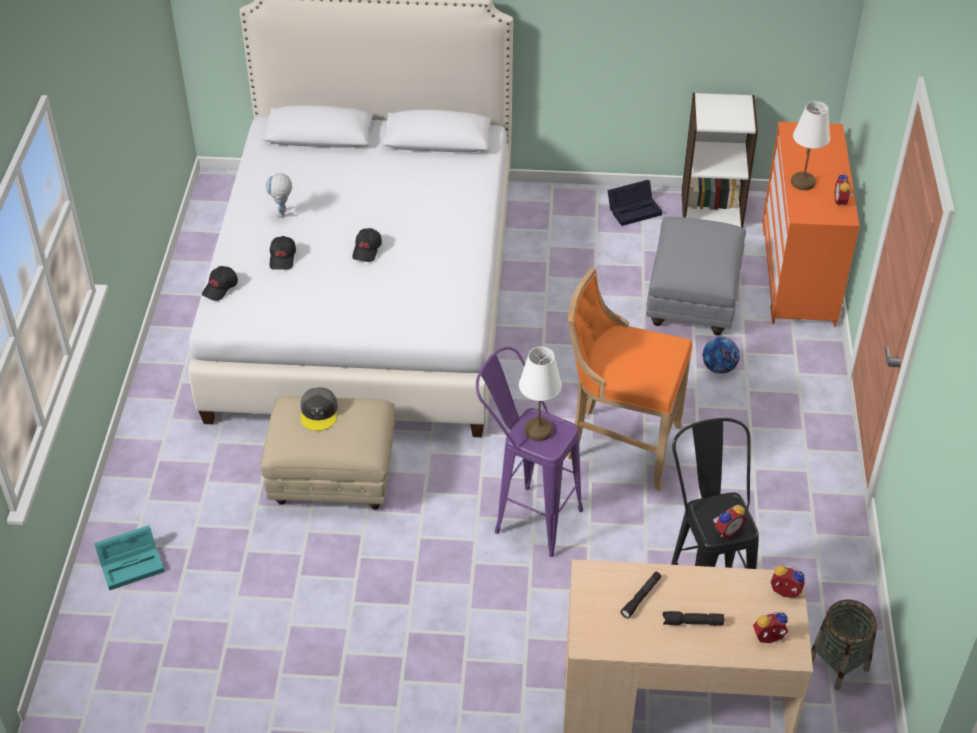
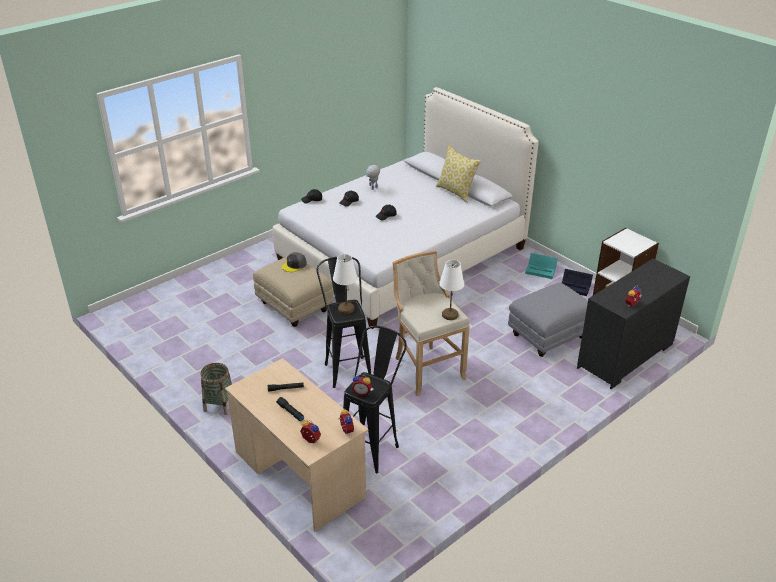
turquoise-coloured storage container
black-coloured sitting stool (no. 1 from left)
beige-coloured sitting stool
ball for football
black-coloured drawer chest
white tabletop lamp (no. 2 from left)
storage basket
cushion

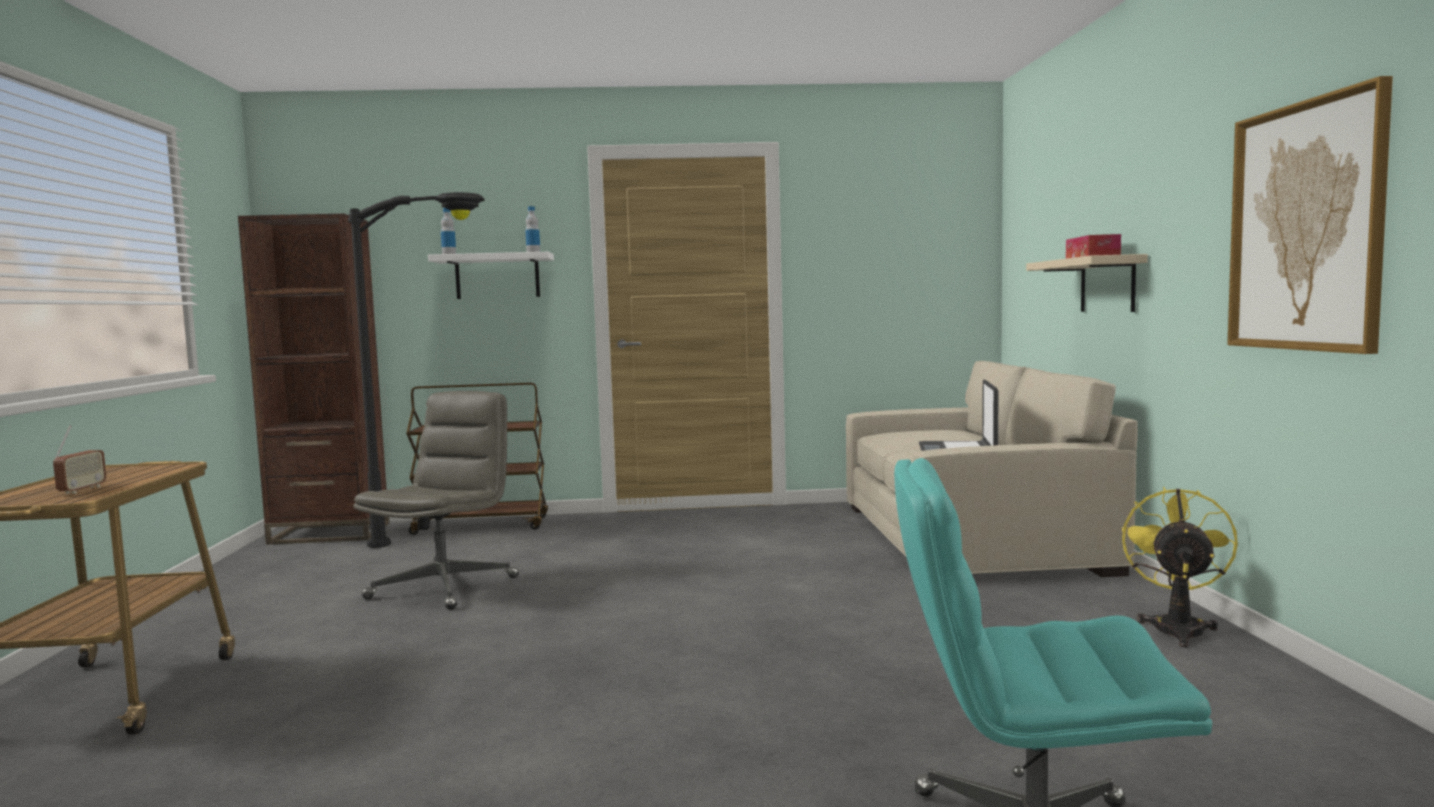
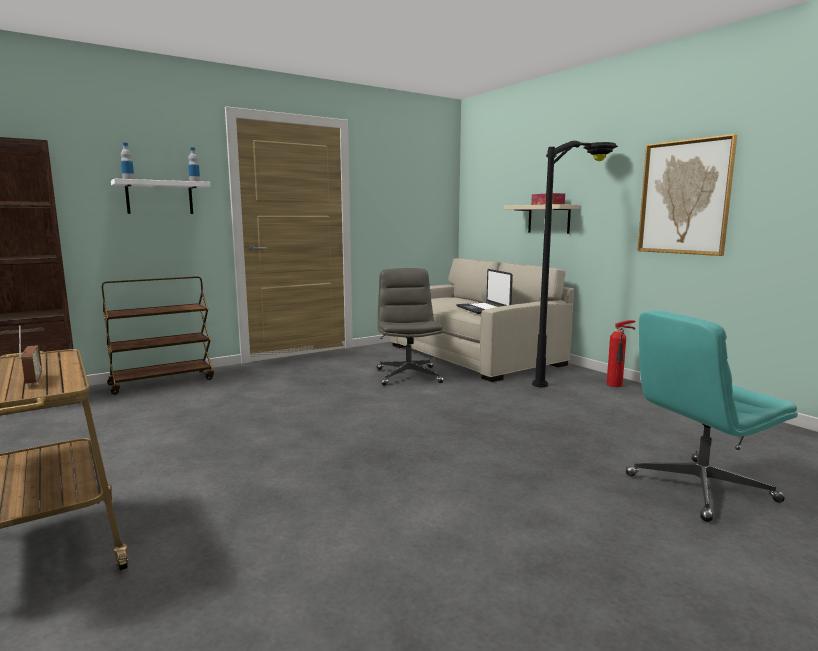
black-coloured standard lamp
greyish desk chair
fire-fighting cylinder

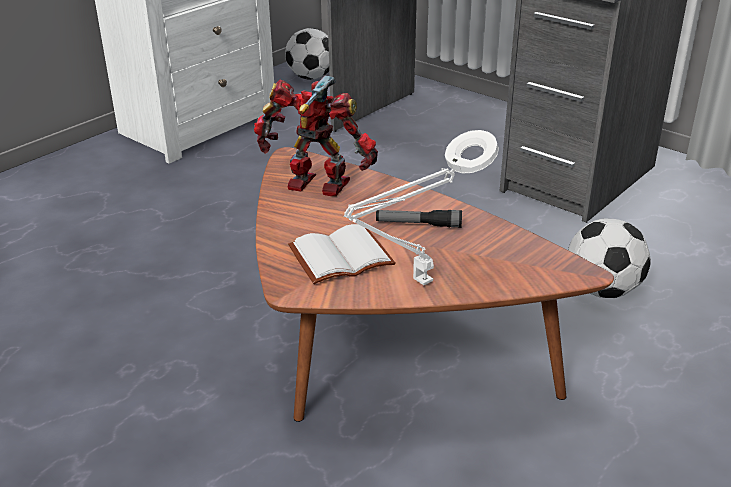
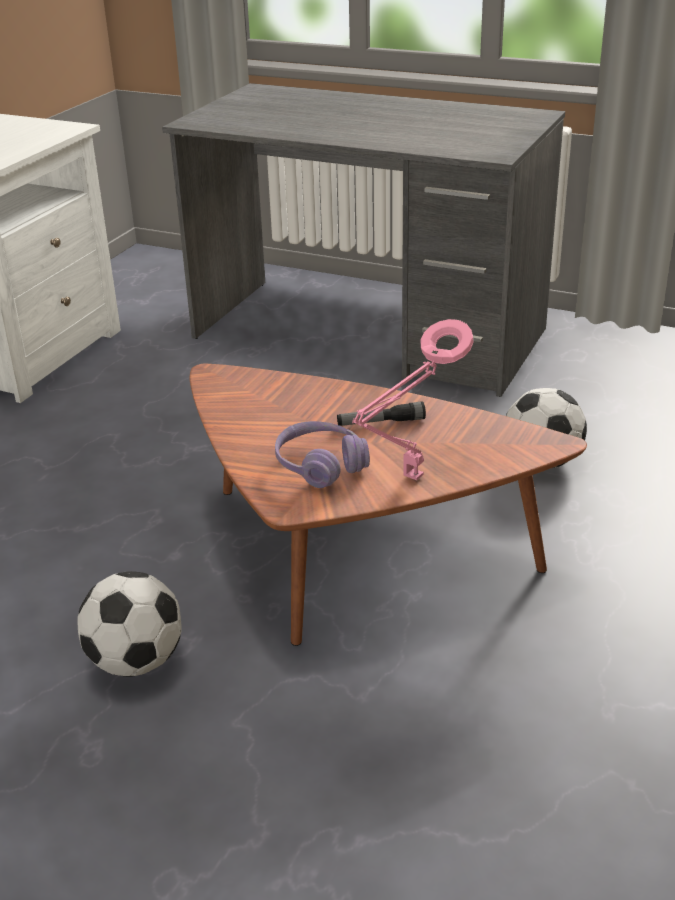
robot figure
ball for football (no. 1 from left)
purplish headset
pink-coloured tabletop lamp

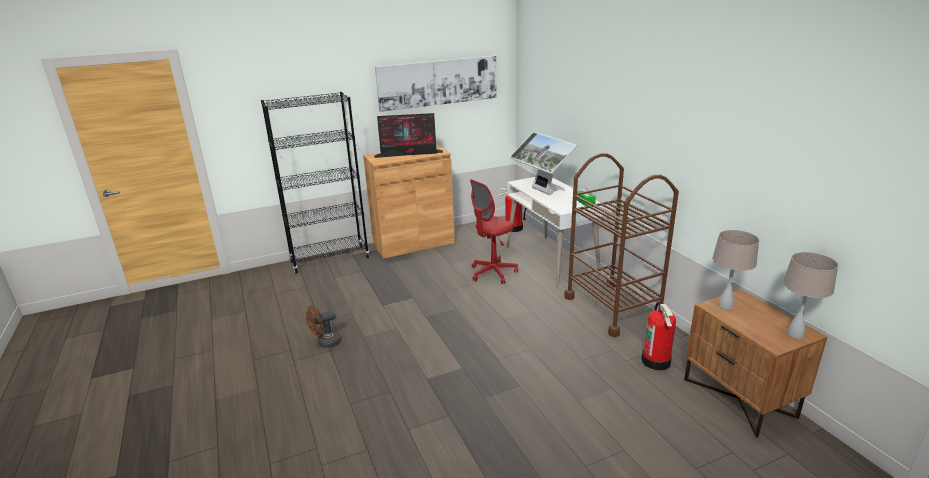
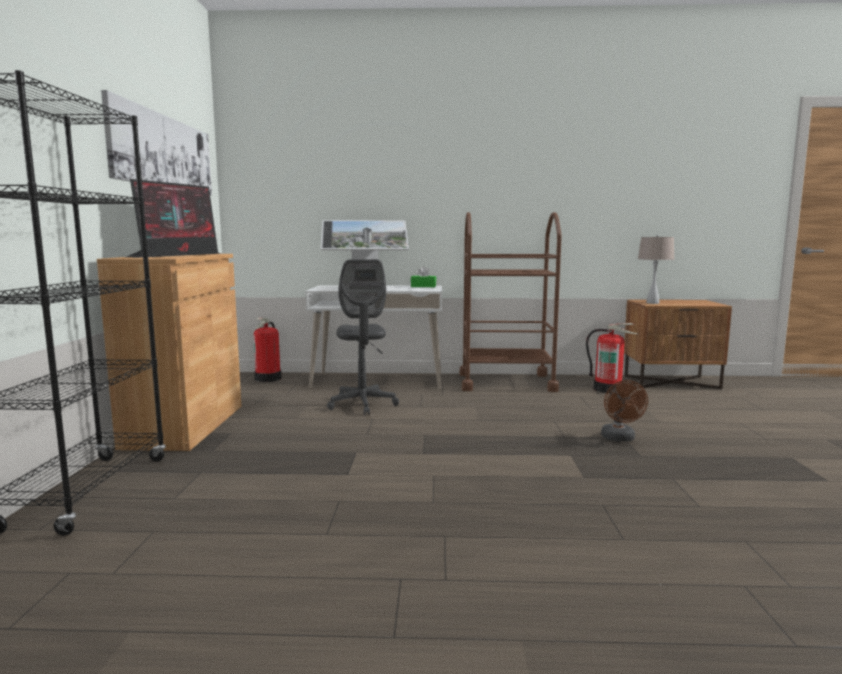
brown electric fan
greyish desk chair
beige-coloured tabletop lamp (no. 2 from left in the first image)

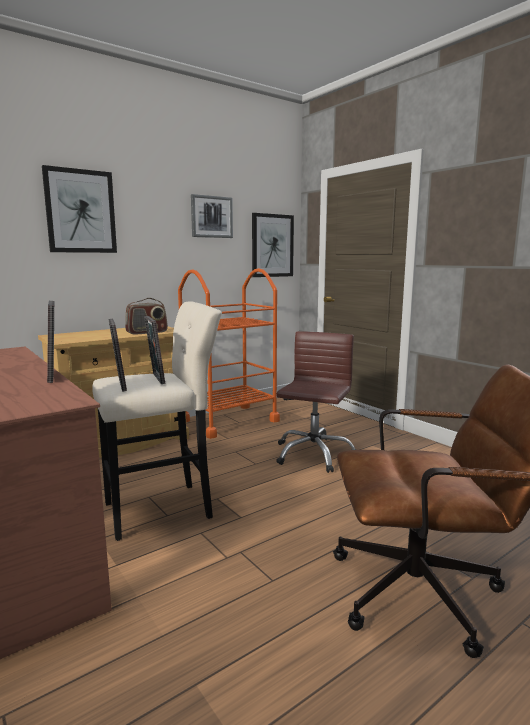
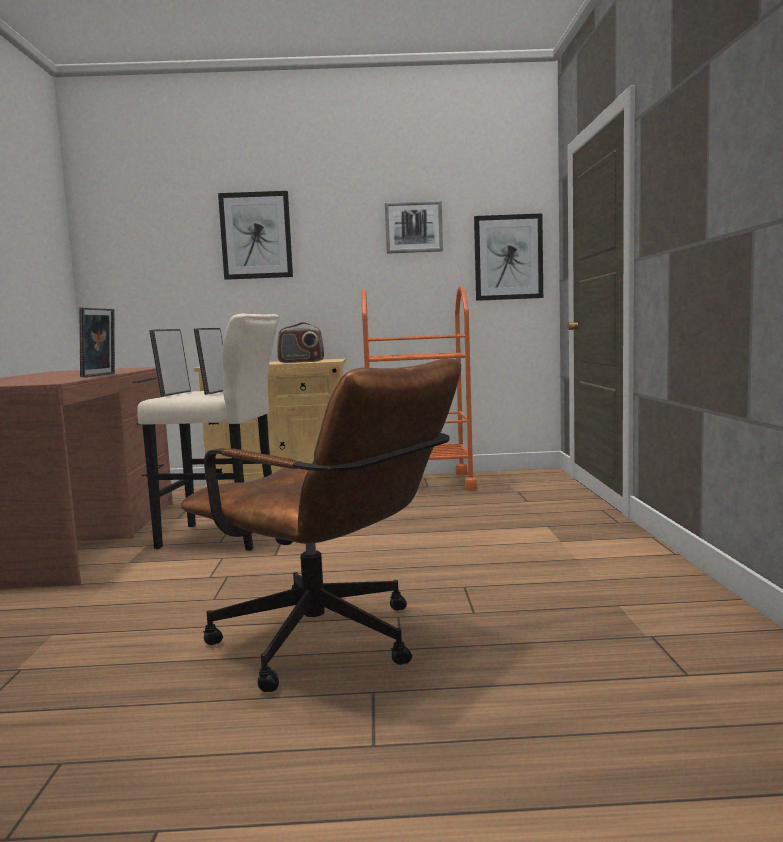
brown desk chair (no. 1 from left in the first image)

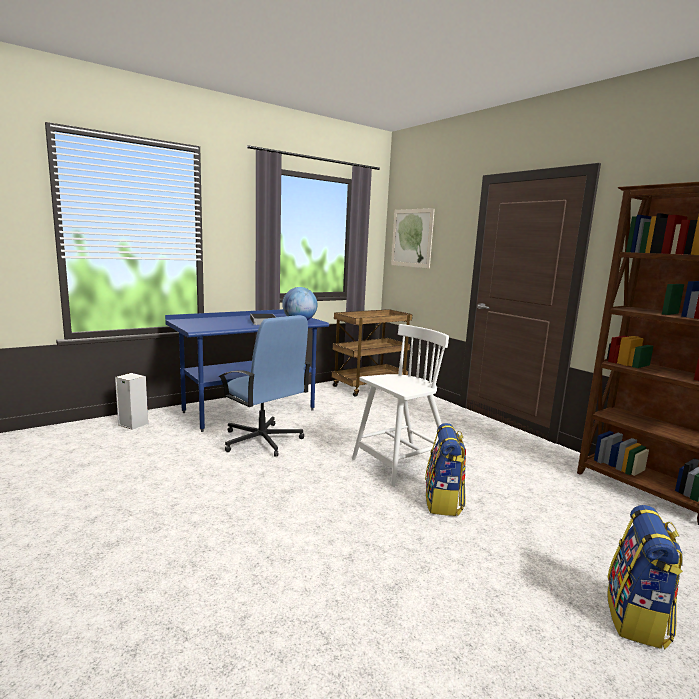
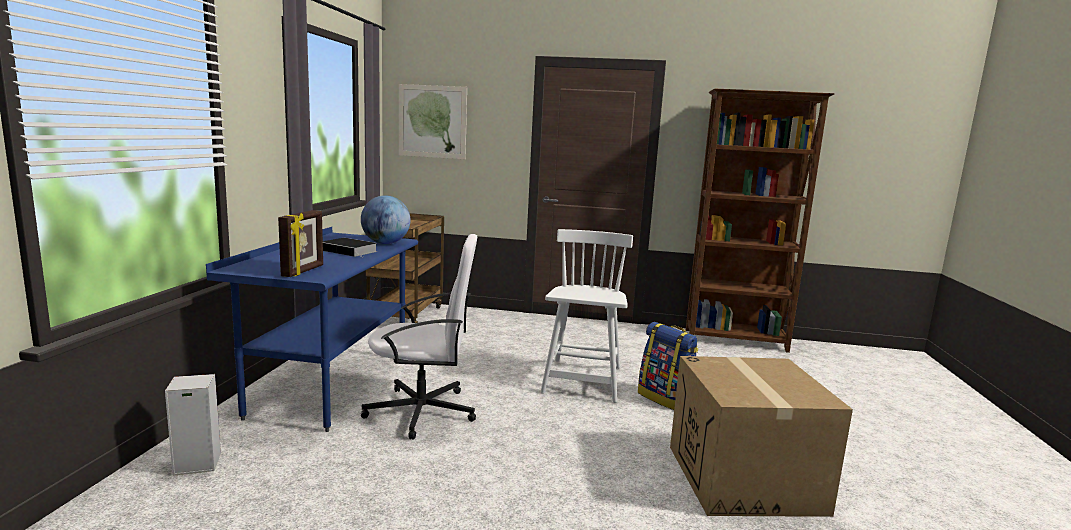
white desk chair
backpack (no. 2 from left in the first image)
standing frame
cardboard box

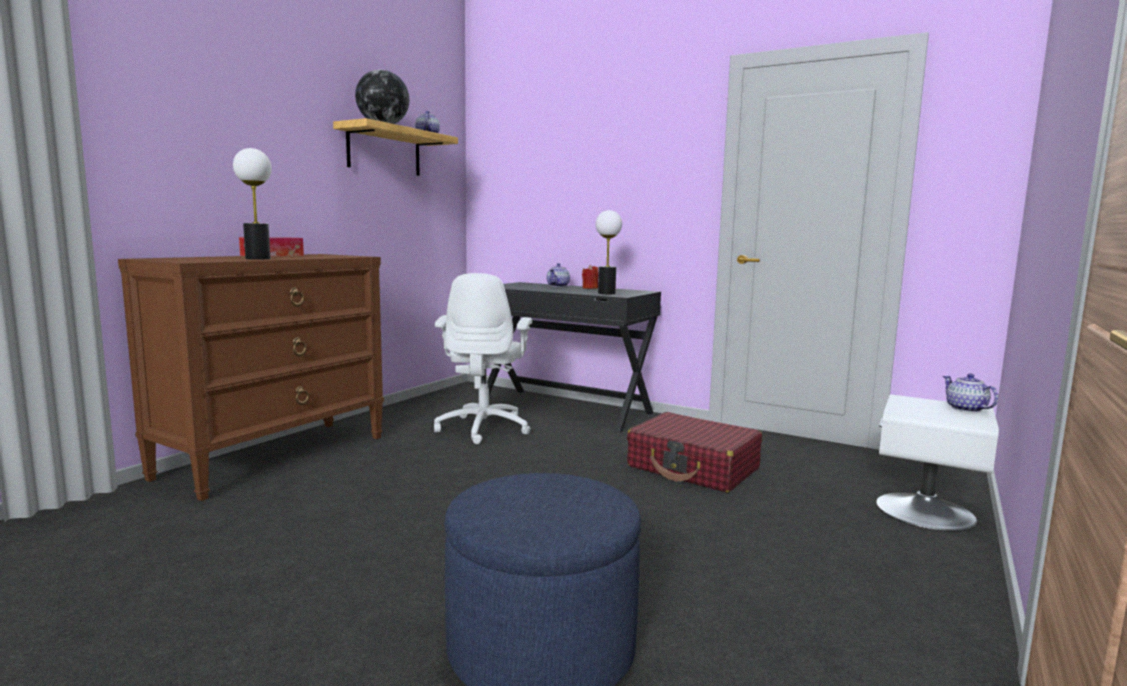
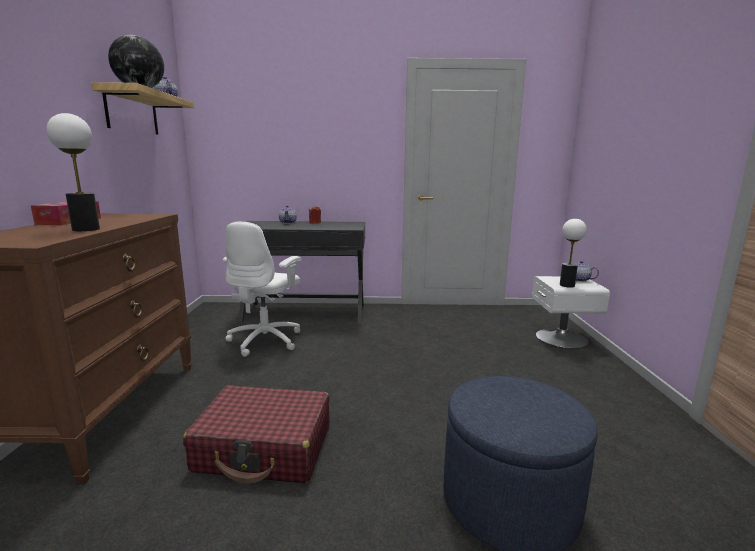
white desk chair
tabletop lamp (no. 2 from left)
red suitcase

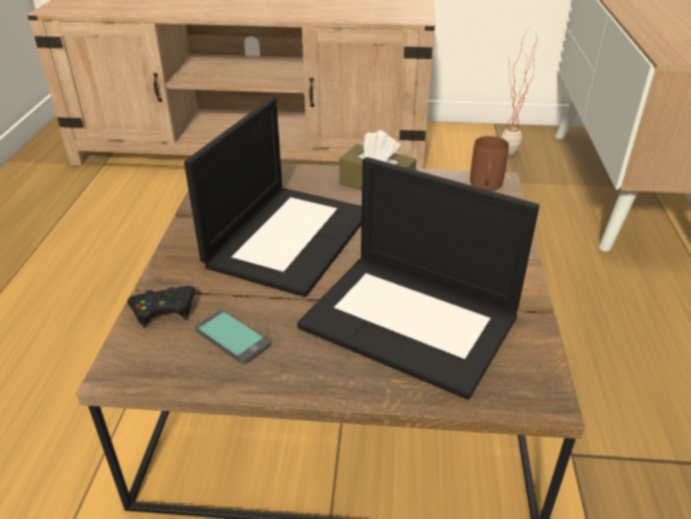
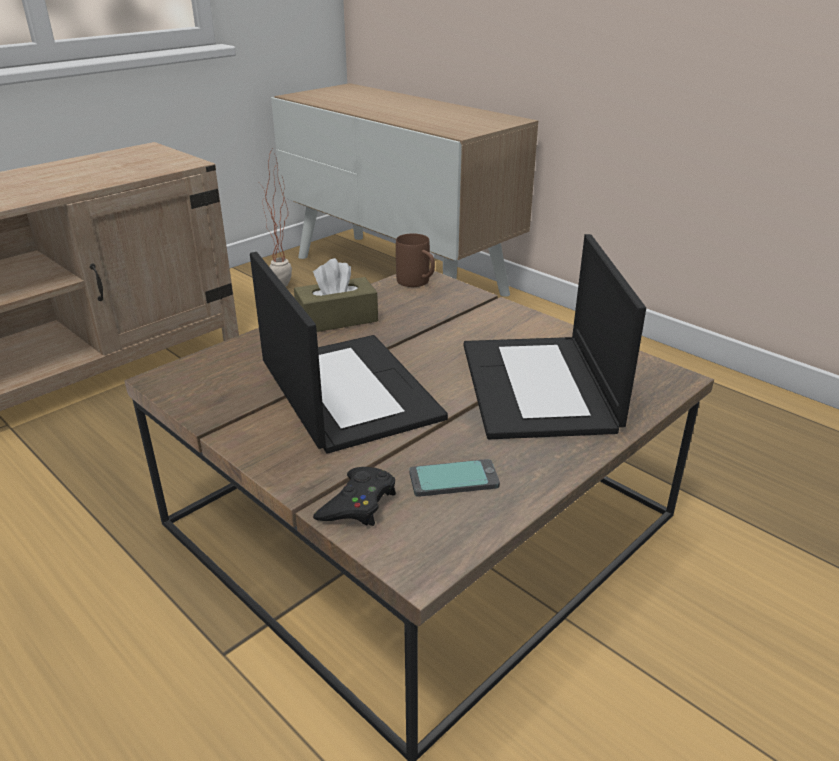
laptop (no. 2 from left)

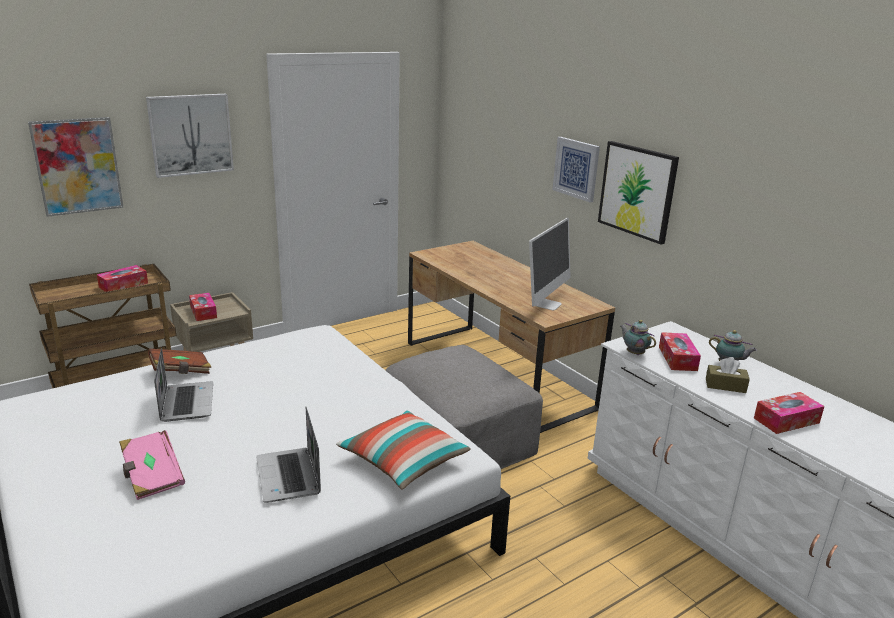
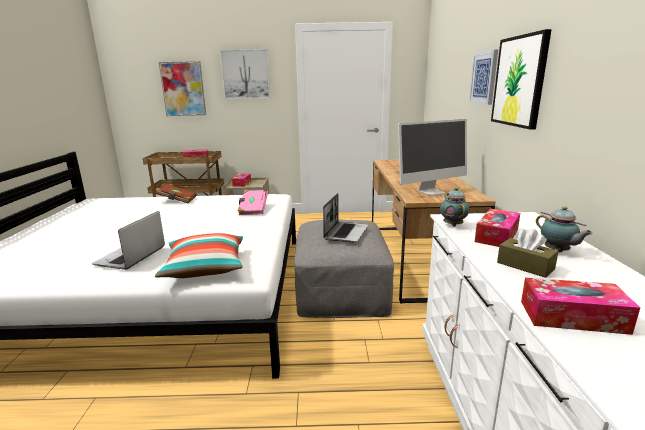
pink-coloured book
laptop (no. 2 from left)

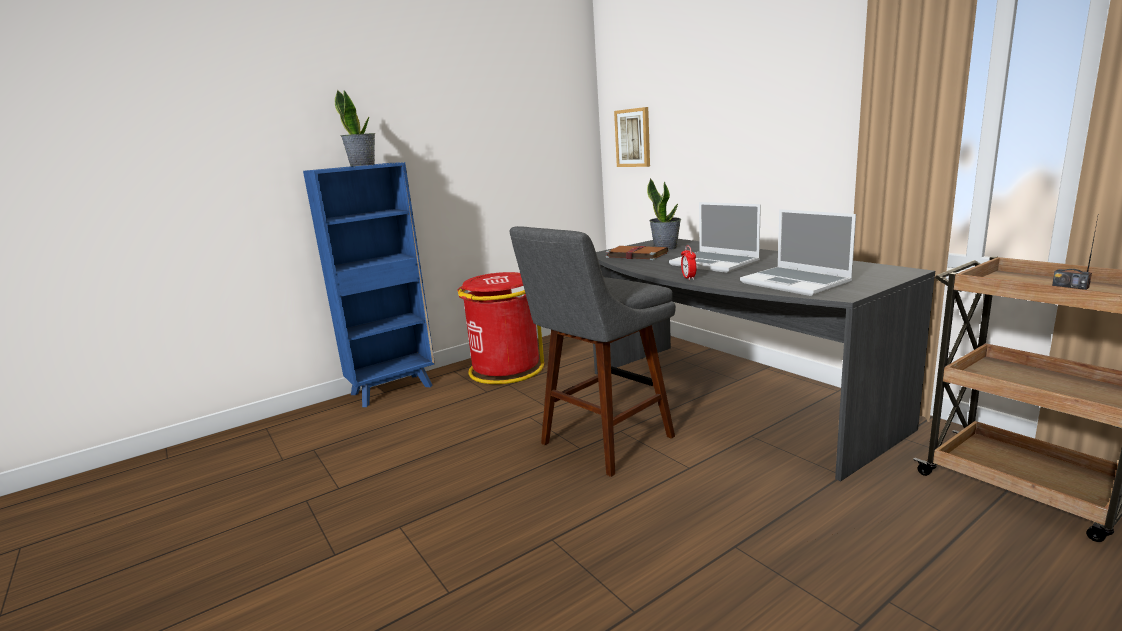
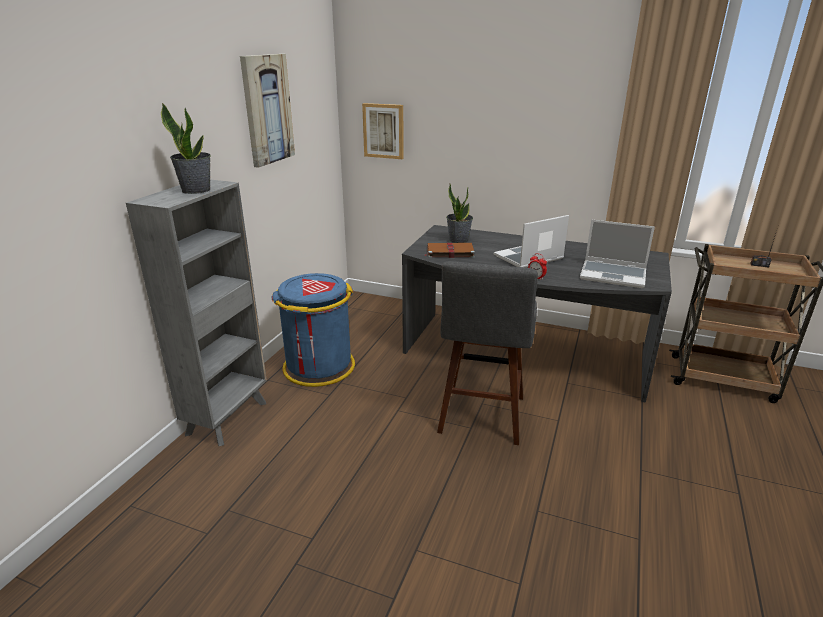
greyish bookshelf
blue waste bin
laptop (no. 1 from left)
wall art (no. 1 from left)

